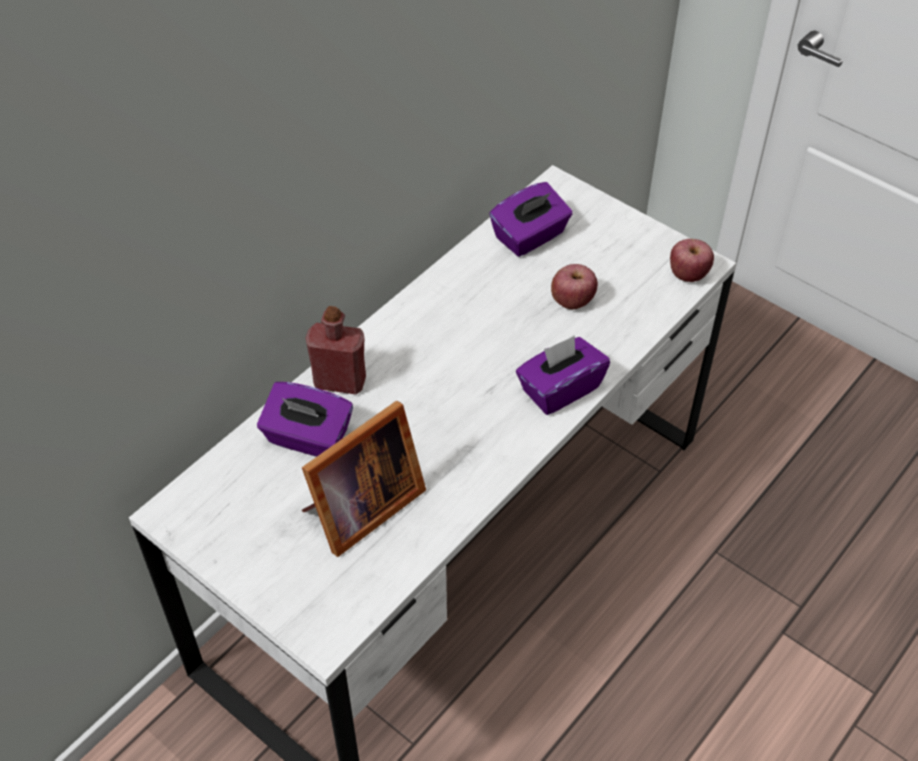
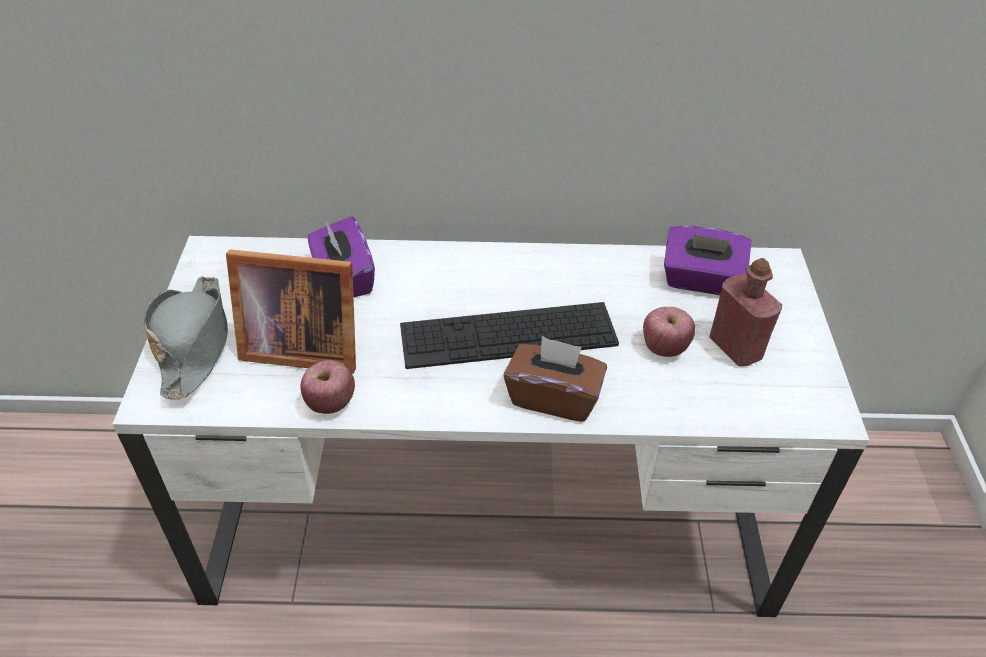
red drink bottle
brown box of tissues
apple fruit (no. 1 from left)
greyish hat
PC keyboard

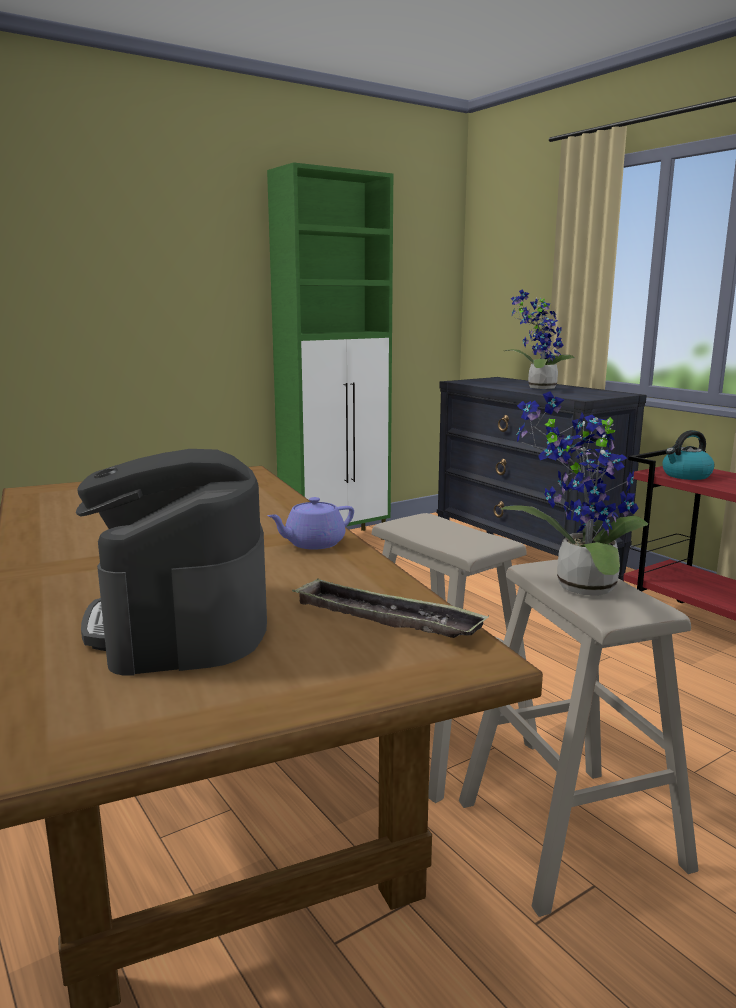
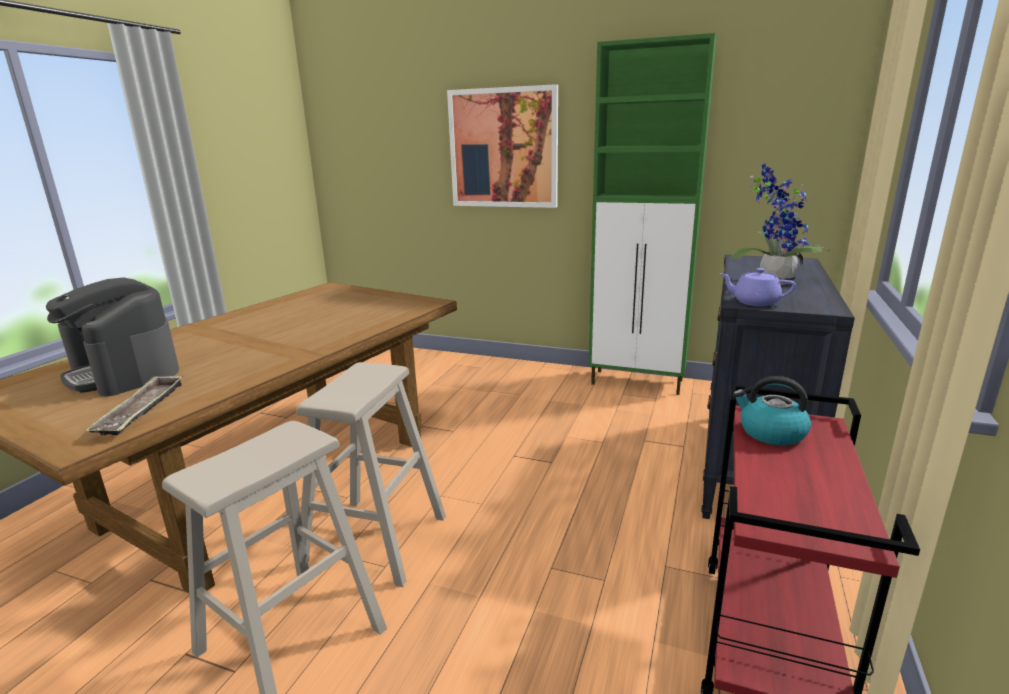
coffee maker
purplish teapot
houseplant (no. 2 from left in the first image)
wall art

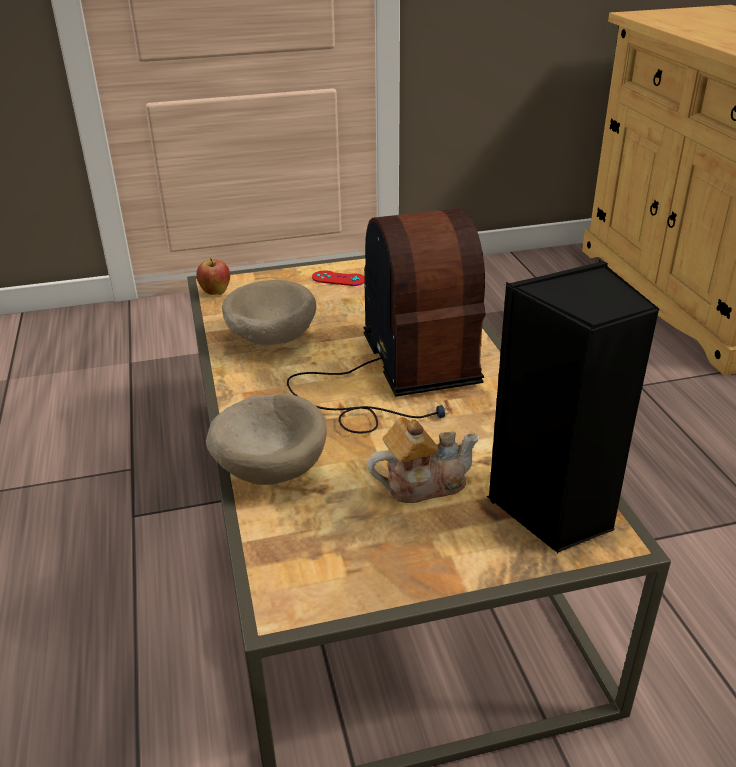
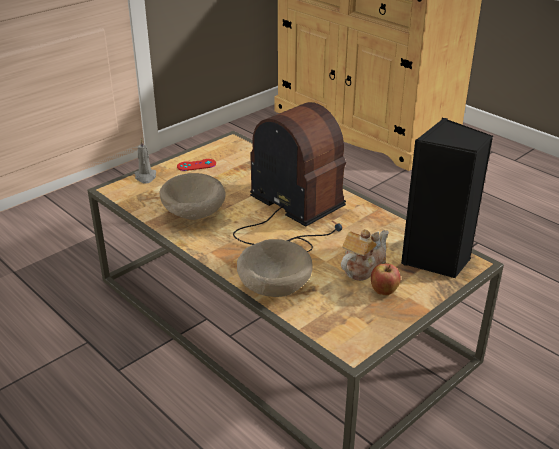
apple fruit
greyish wax light

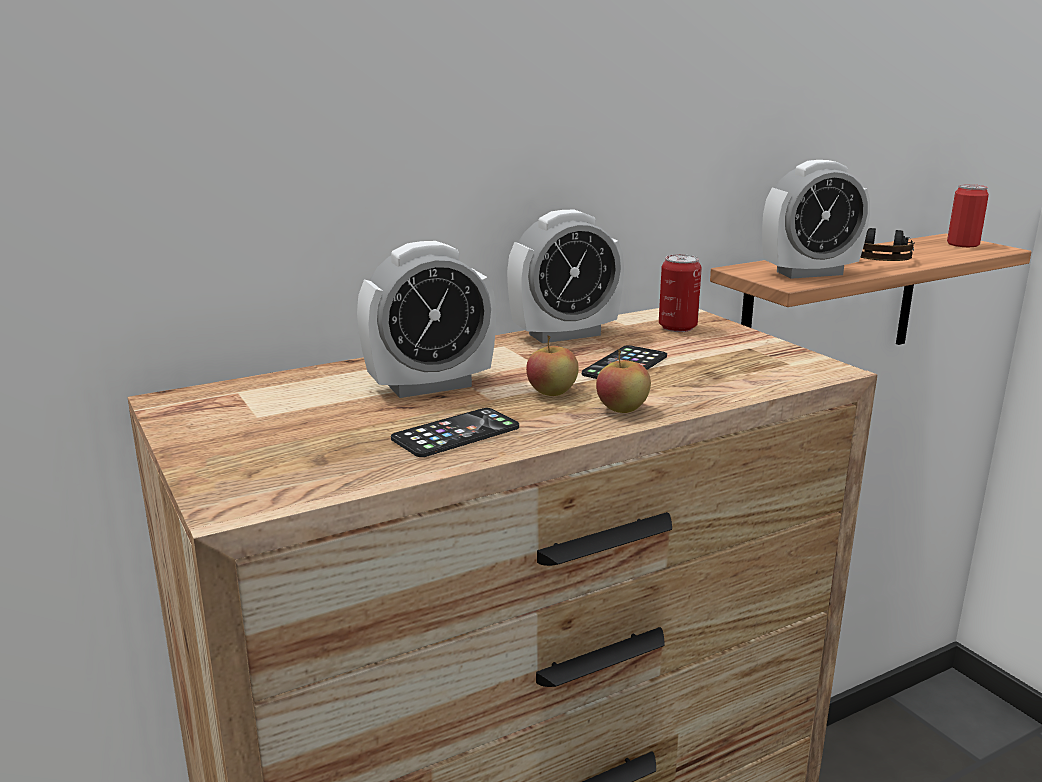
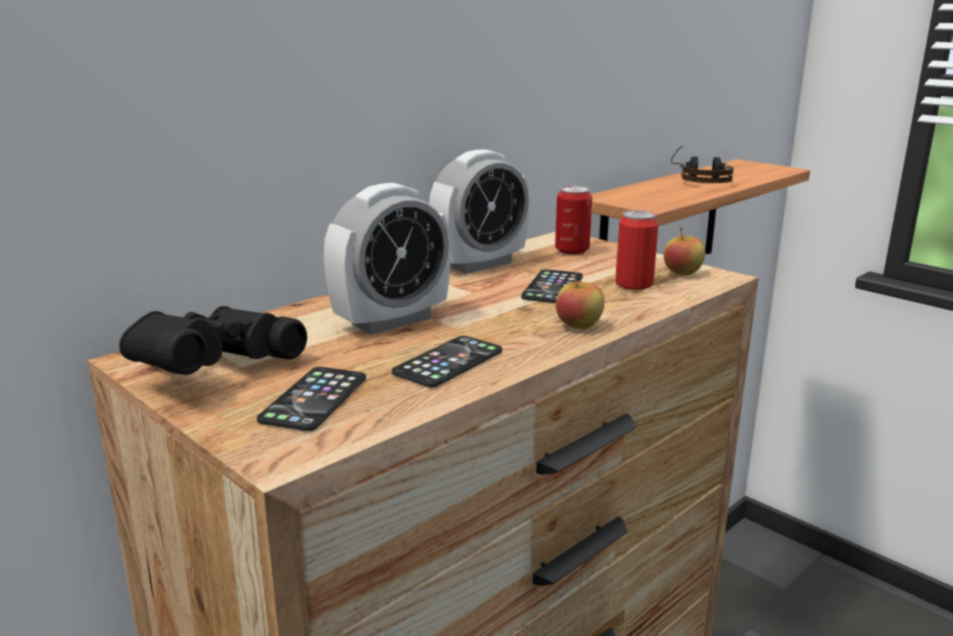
apple fruit (no. 2 from left)
bedside clock (no. 3 from left in the first image)
metal can (no. 2 from left)
black-coloured binoculars
handset (no. 1 from left)

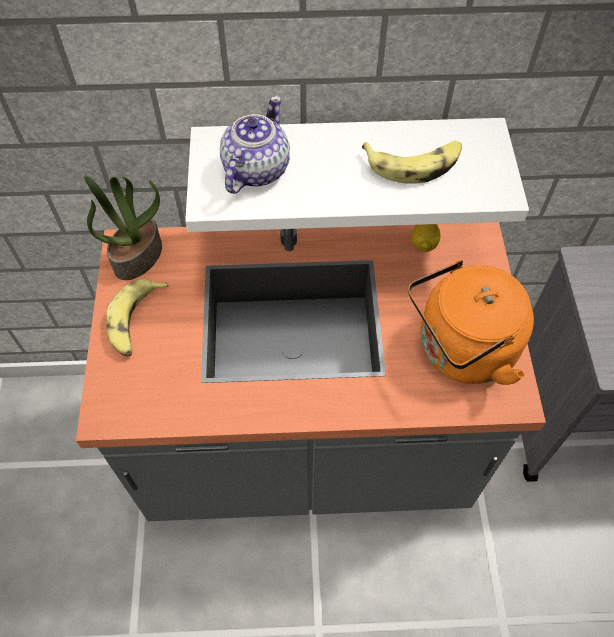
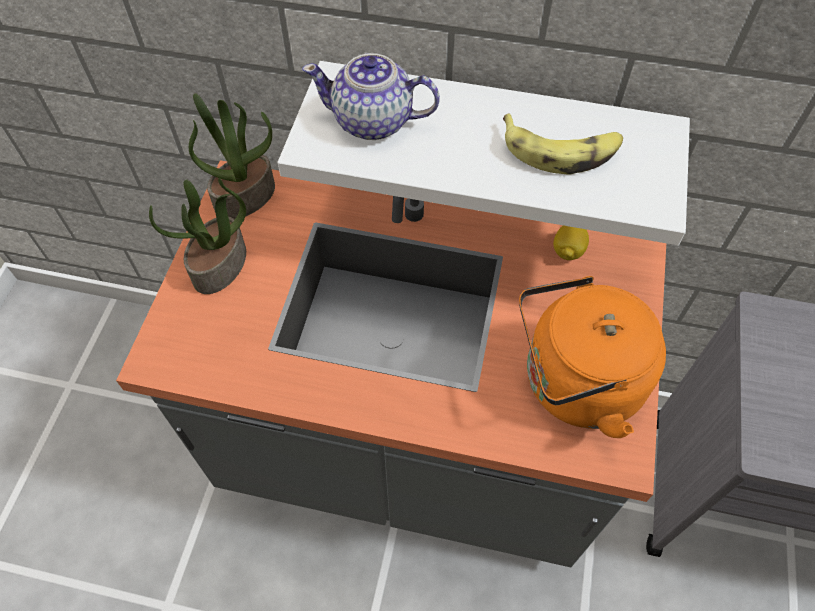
houseplant (no. 1 from left)
teapot

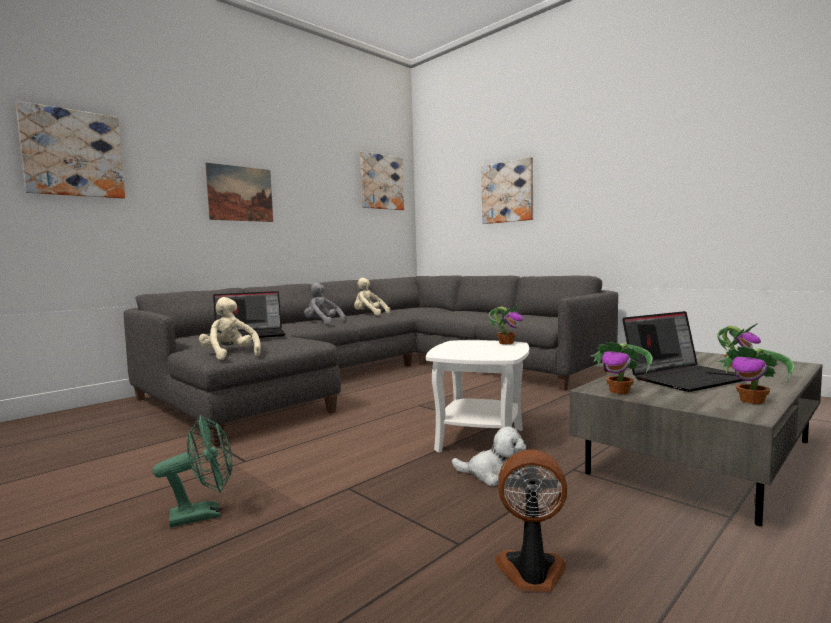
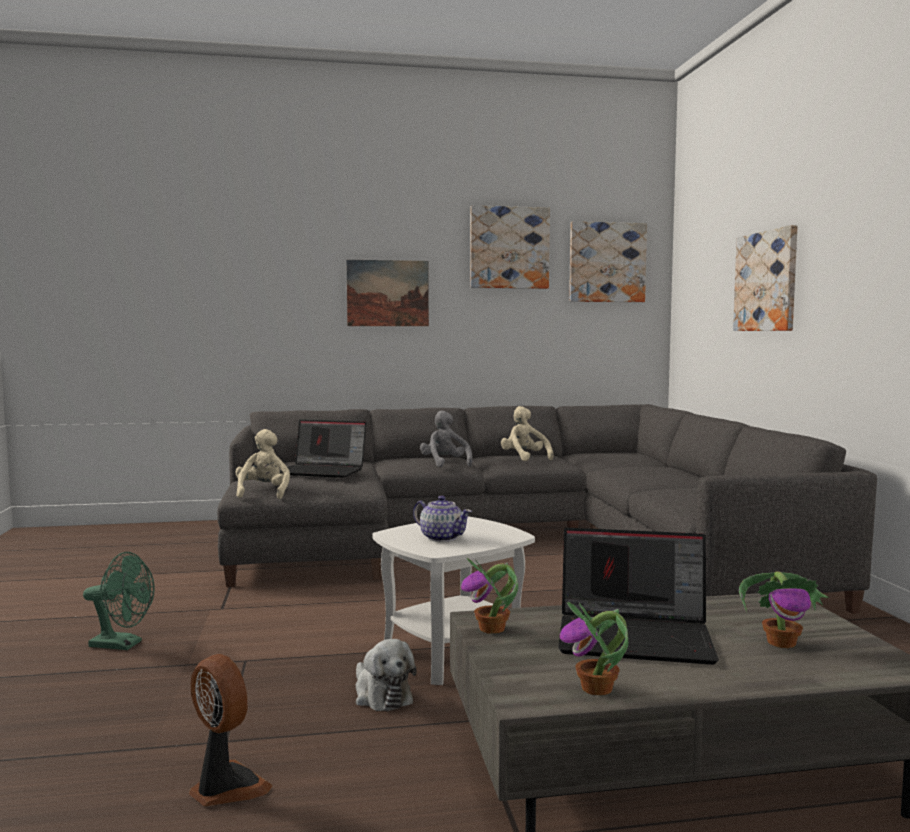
wall art (no. 2 from left)
houseplant (no. 1 from left in the first image)
teapot

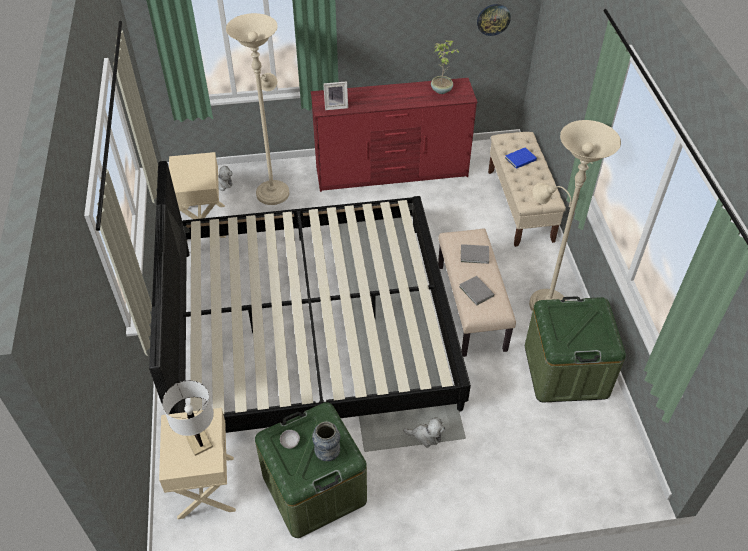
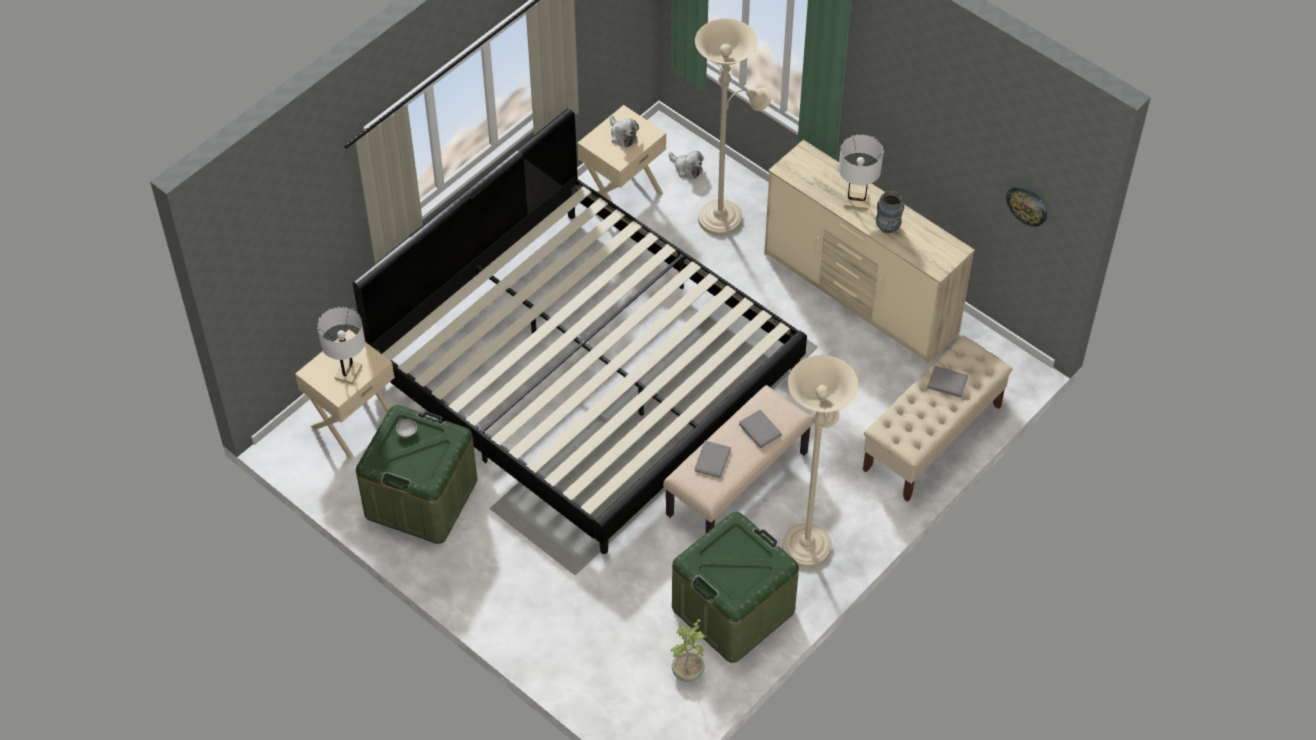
beige-coloured drawer chest
vase
standing frame
plush toy (no. 1 from left)
houseplant
greyish book (no. 3 from left)
white tabletop lamp (no. 2 from left)

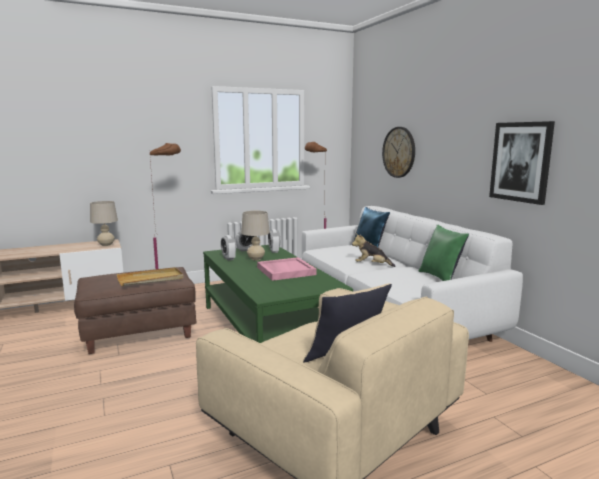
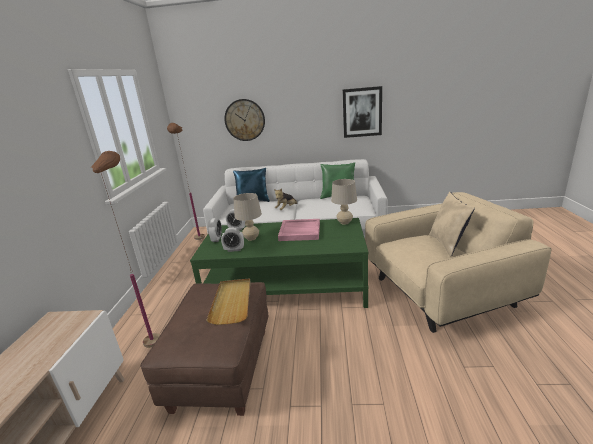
beige-coloured tabletop lamp (no. 2 from left)

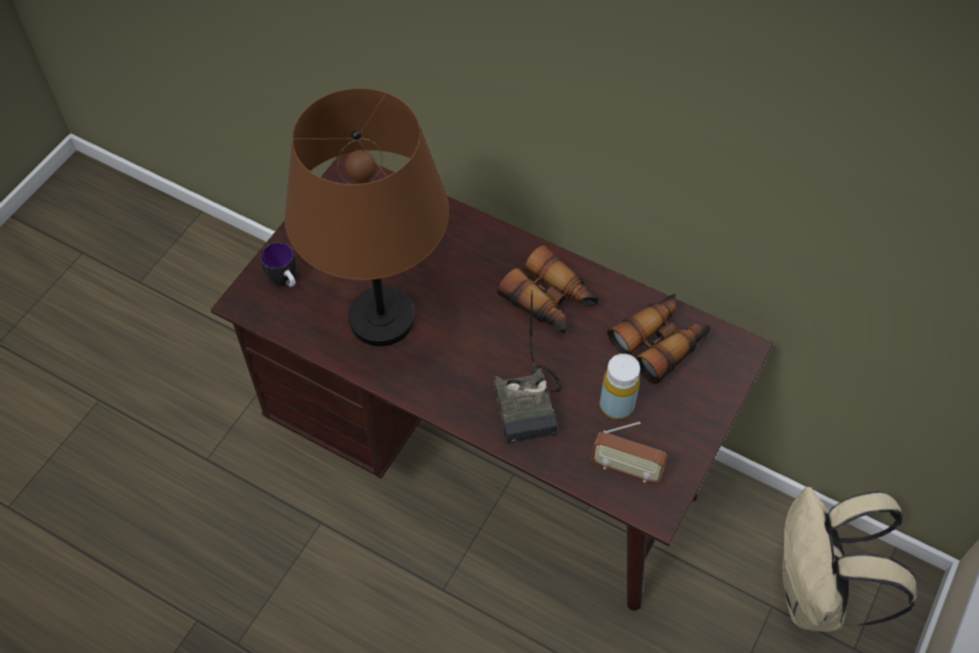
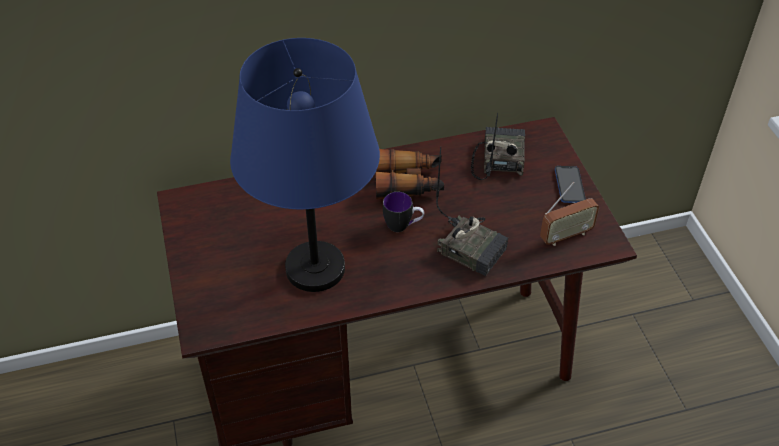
coffee mug
blue tabletop lamp
yellow drink bottle
radio receiver (no. 2 from left)
beige-coloured backpack
handset

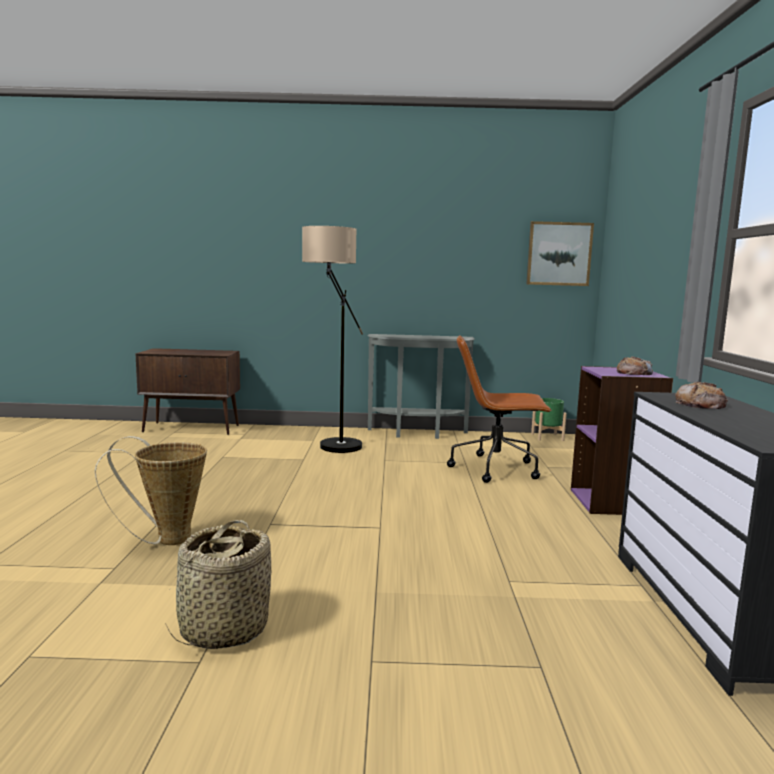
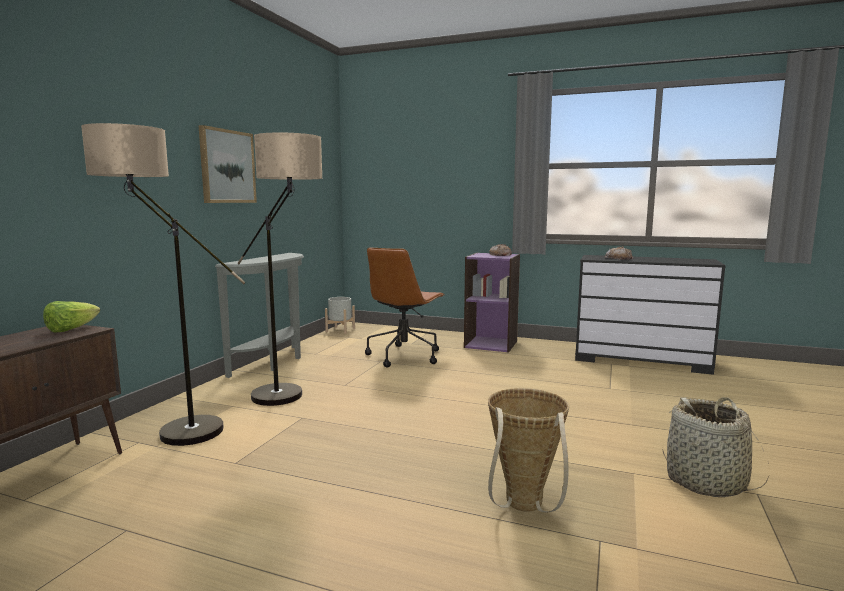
wall art
greyish planter
lettuce head
standard lamp (no. 1 from left)

